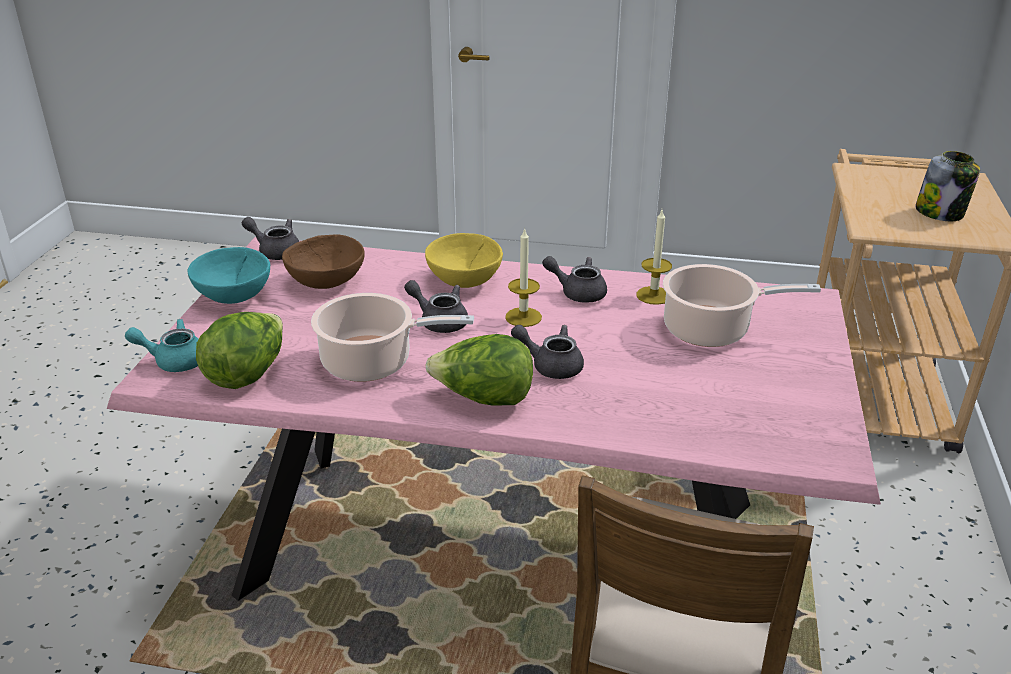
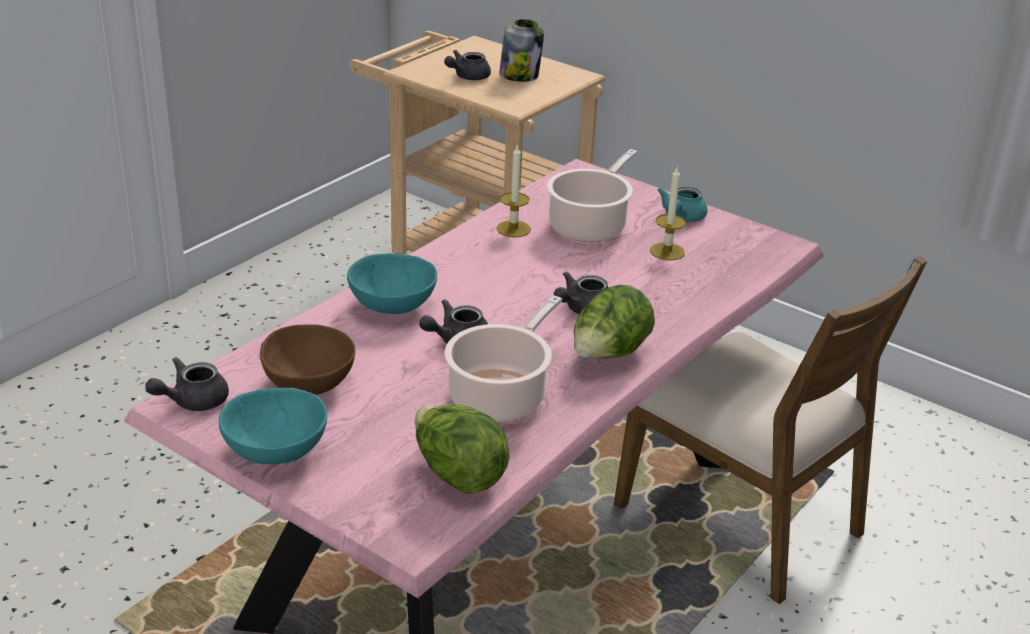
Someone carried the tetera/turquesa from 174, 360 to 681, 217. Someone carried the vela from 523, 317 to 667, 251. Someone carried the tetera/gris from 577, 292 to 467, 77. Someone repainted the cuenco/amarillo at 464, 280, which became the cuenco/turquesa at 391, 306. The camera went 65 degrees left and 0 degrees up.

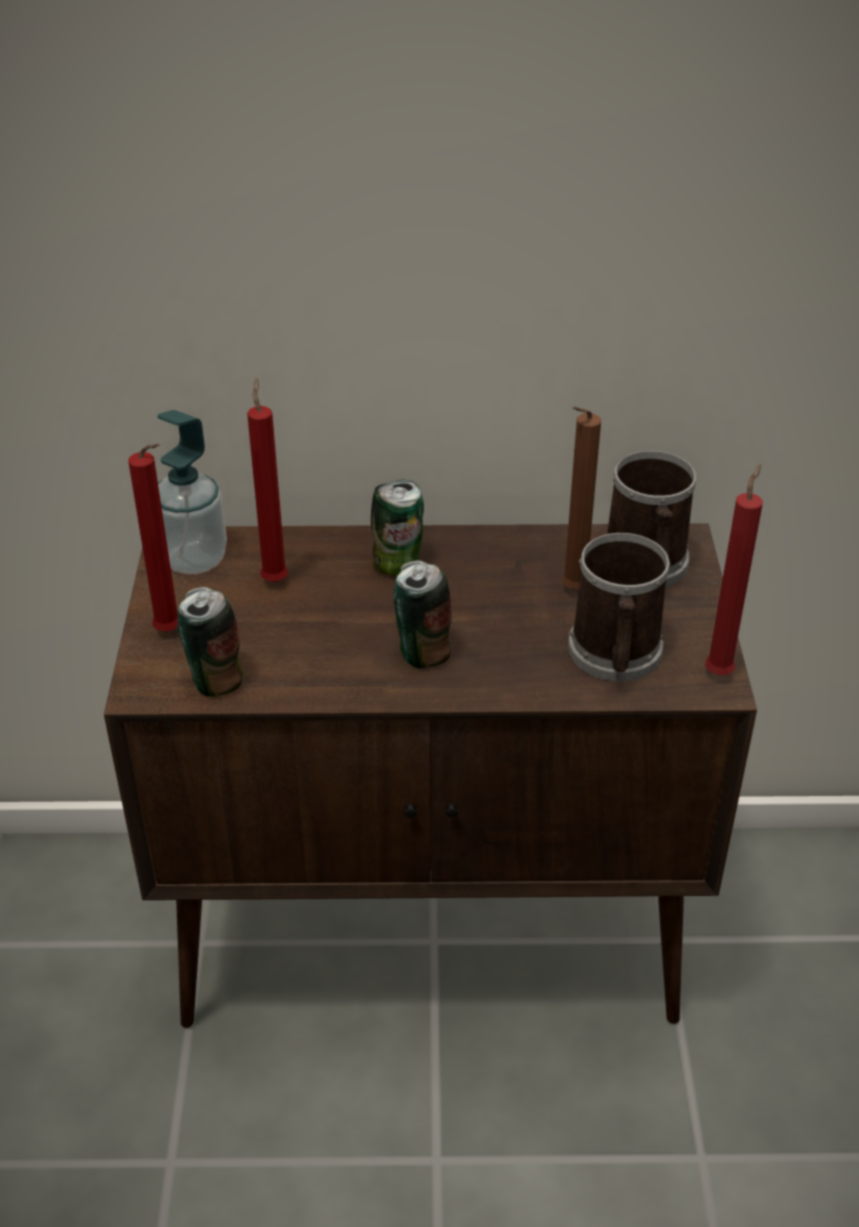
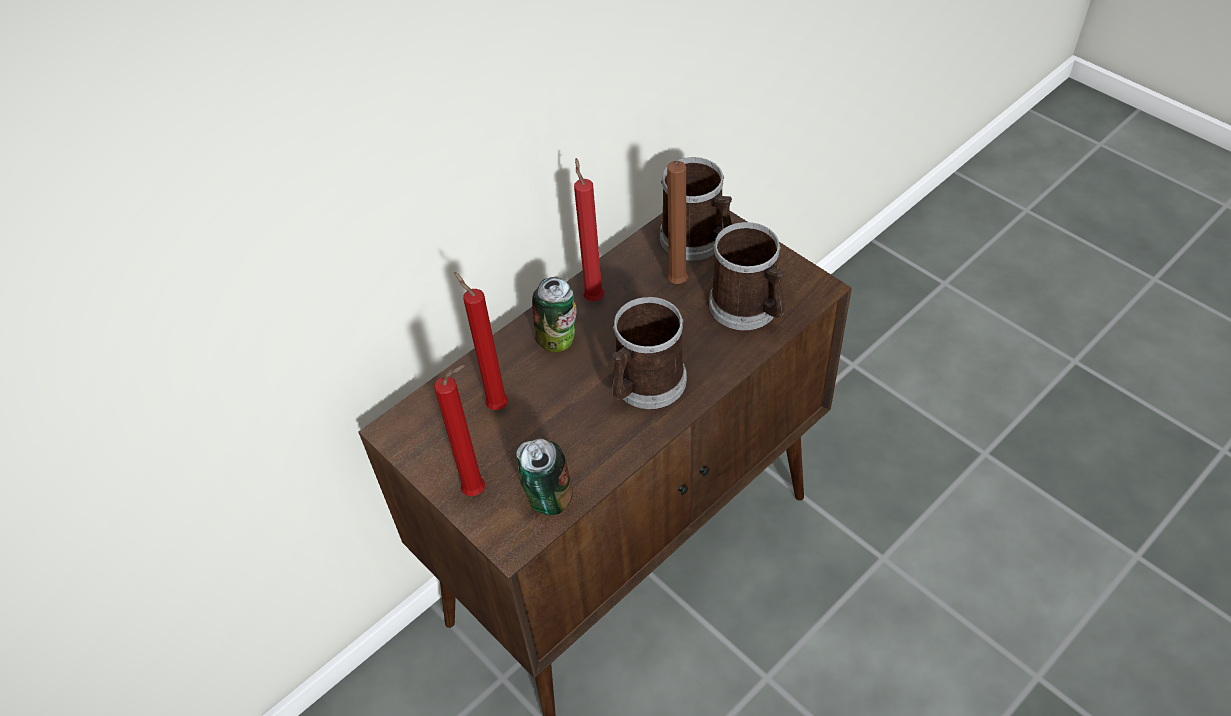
Someone took away the dispensador de jabón at 194, 559. Someone carried the vela/rojo from 720, 671 to 593, 297. Someone swapped the lata at 422, 652 for the taza grande at 644, 385. The camera went 40 degrees left and 10 degrees up.

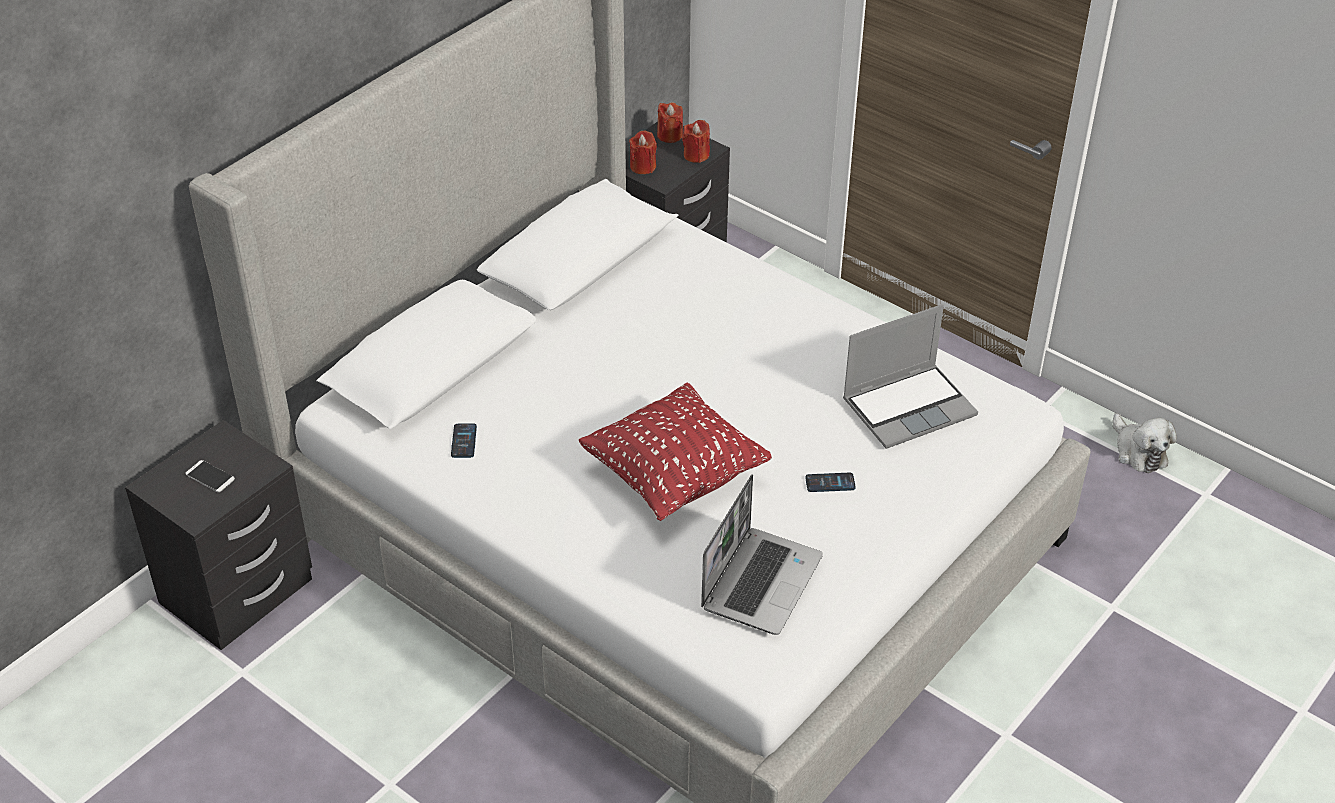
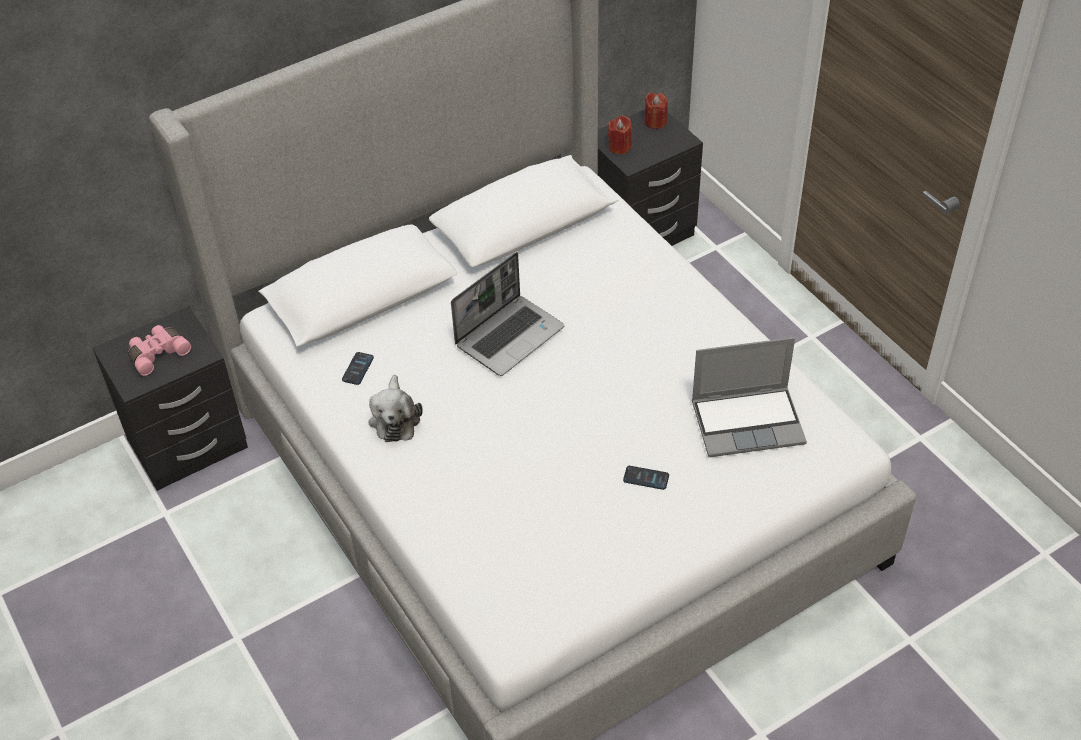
Someone took away the cojín/rojo at 674, 477. Someone took away the vela/rojo at 696, 155. Someone carried the portátil from 761, 581 to 510, 335. Someone carried the peluche from 1138, 451 to 395, 418. Someone swapped the móvil at 210, 477 for the prismáticos/rosa at 157, 353. The camera went 20 degrees right and 5 degrees up.

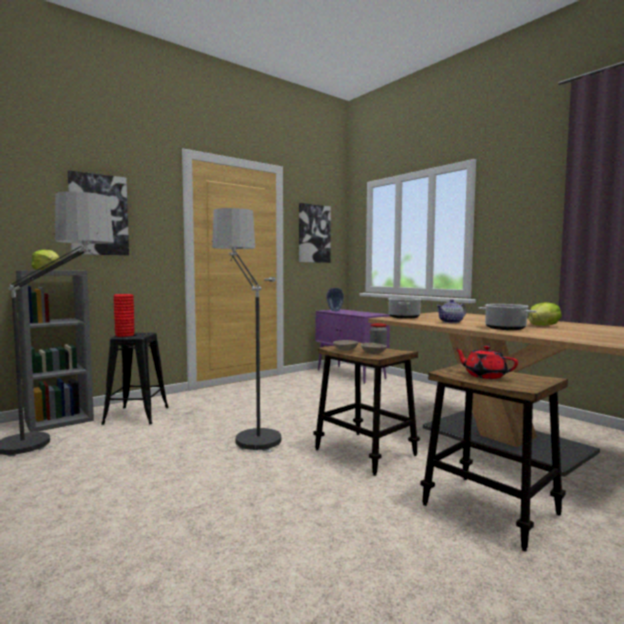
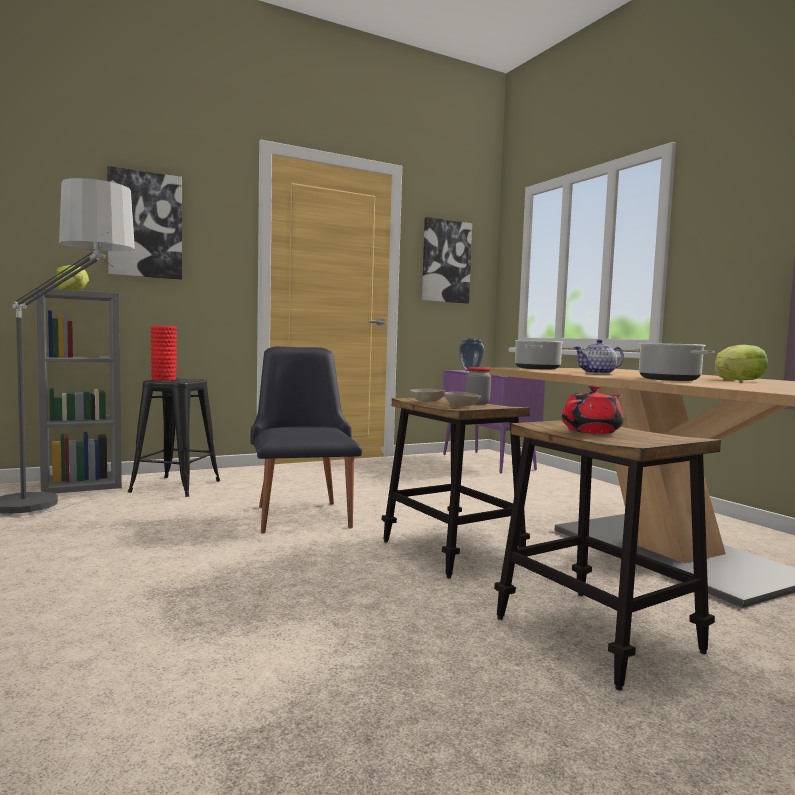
Someone swapped the lámpara de pie at 245, 431 for the silla/negro at 302, 513. Someone rotated the tetera/rojo at 484, 375 by 90 degrees clockwise. The camera went 10 degrees right and 0 degrees up.

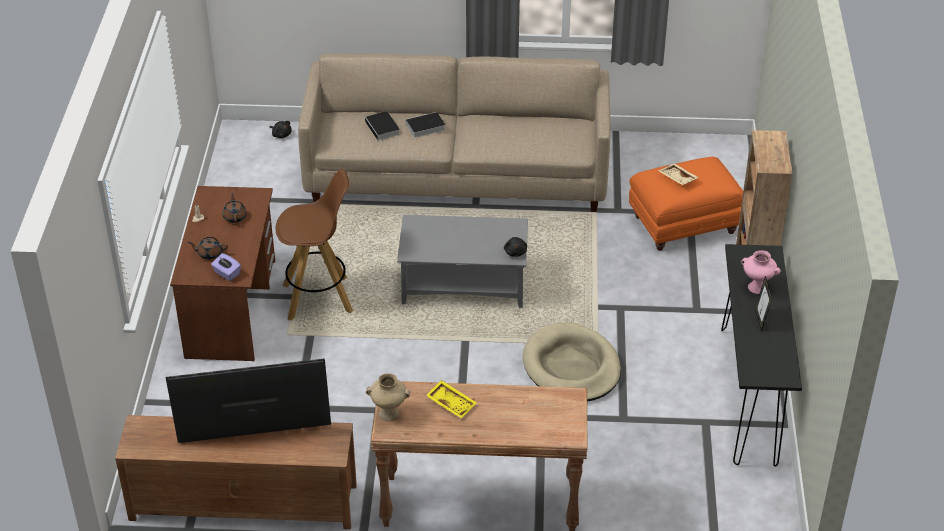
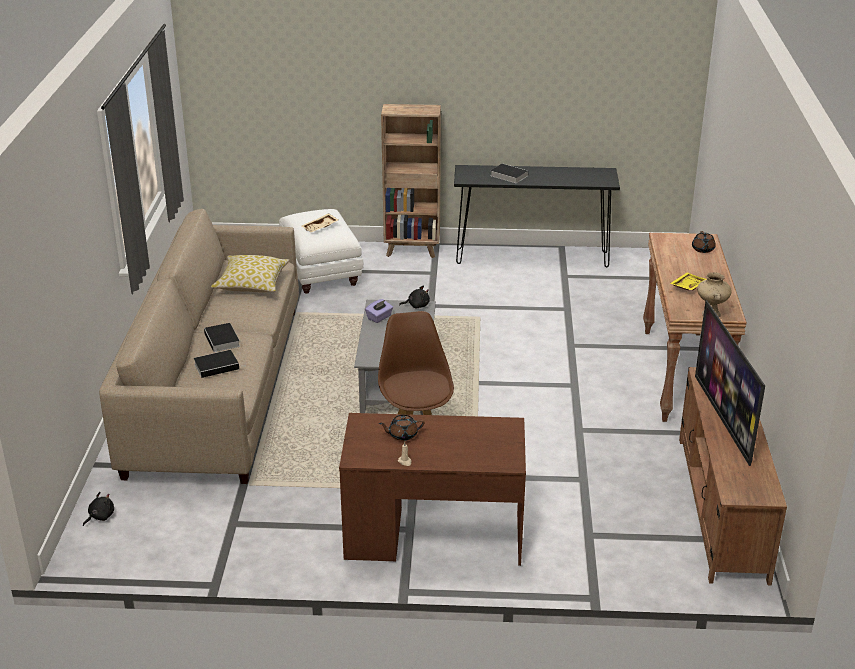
Someone took away the cama para perro/beis at 571, 367. Someone took away the portarretratos at 760, 319. Someone put down the cojín at 251, 284. Someone carried the tetera/marrón from 209, 254 to 703, 249. Someone carried the caja de pañuelos/morado from 226, 273 to 379, 317. Someone swapped the florero/rosa at 756, 288 for the libro at 507, 175. Someone repainted the puf/naranja at 683, 225, which became the puf/blanco at 321, 273. The camera went 90 degrees left and 10 degrees down.

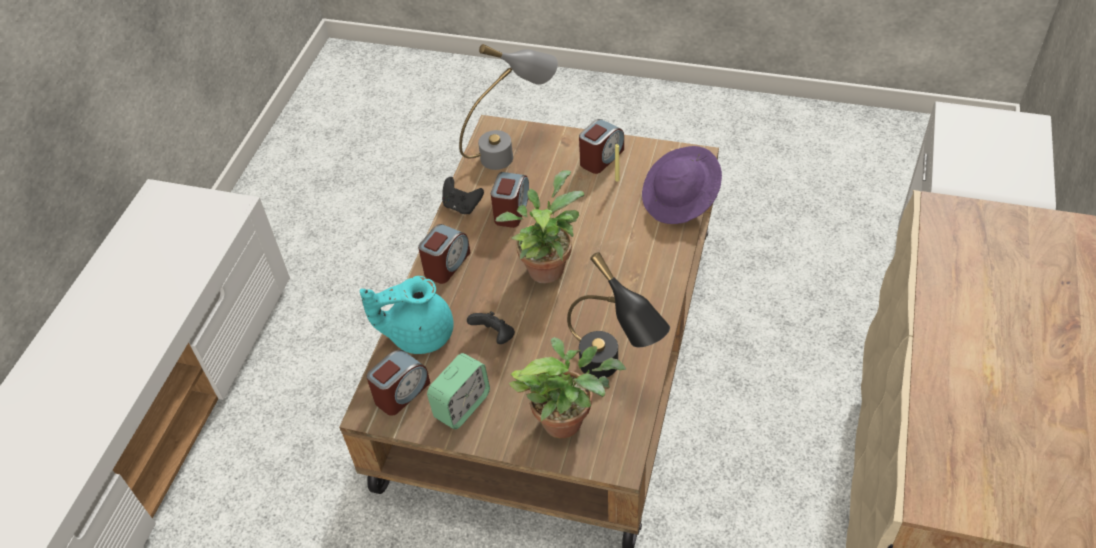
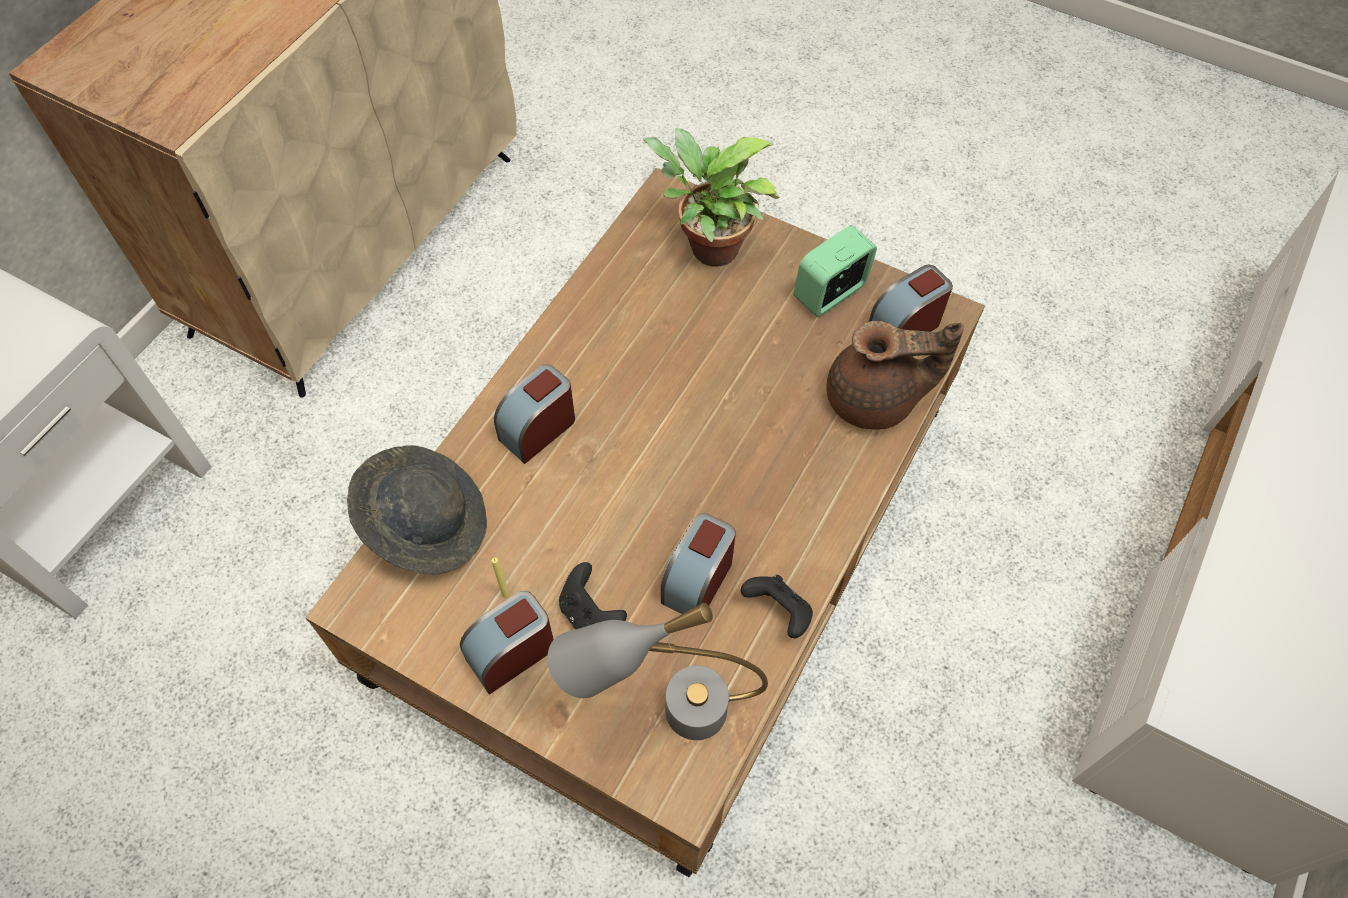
Someone took away the planta en maceta at 546, 266. Someone took away the lámpara de mesa/negro at 613, 374. Someone carried the despertador from 446, 264 to 538, 429. Someone carried the mando de consola/negro from 494, 336 to 590, 614. Someone repainted the tetera/turquesa at 418, 334, which became the tetera/marrón at 875, 400. Someone repainted the sombrero/morado at 680, 200, which became the sombrero/gris at 425, 522. The camera went 170 degrees left and 10 degrees up.

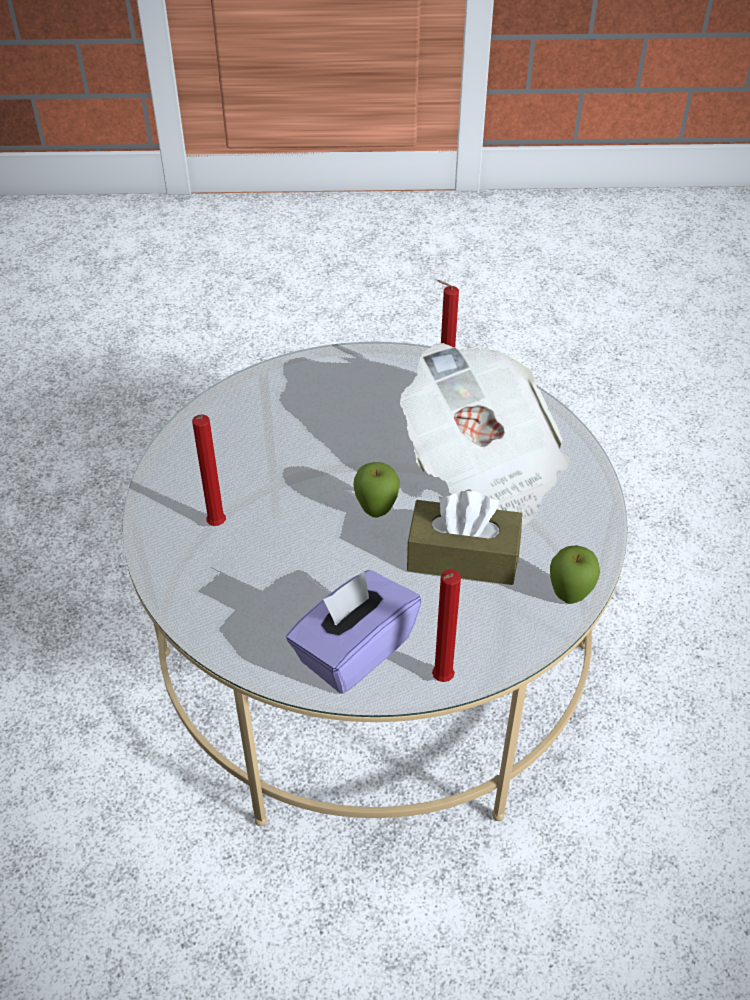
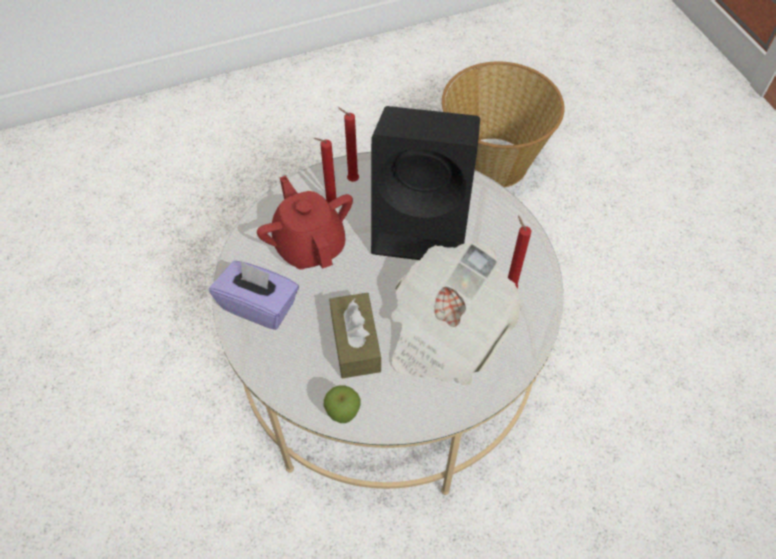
Someone took away the manzana at 376, 512. Someone put down the tetera/rojo at 310, 245. Someone put down the altavoz/negro at 424, 224. Someone put down the cesta at 492, 161. Someone carried the vela/rojo from 441, 681 to 351, 180. The camera went 70 degrees right and 10 degrees up.

